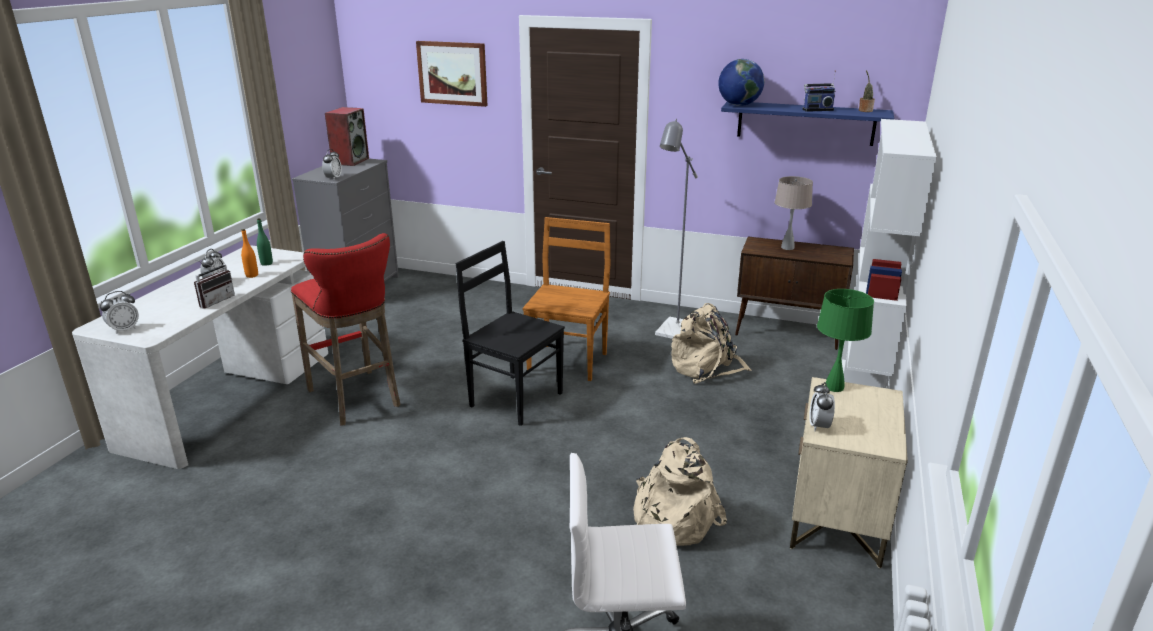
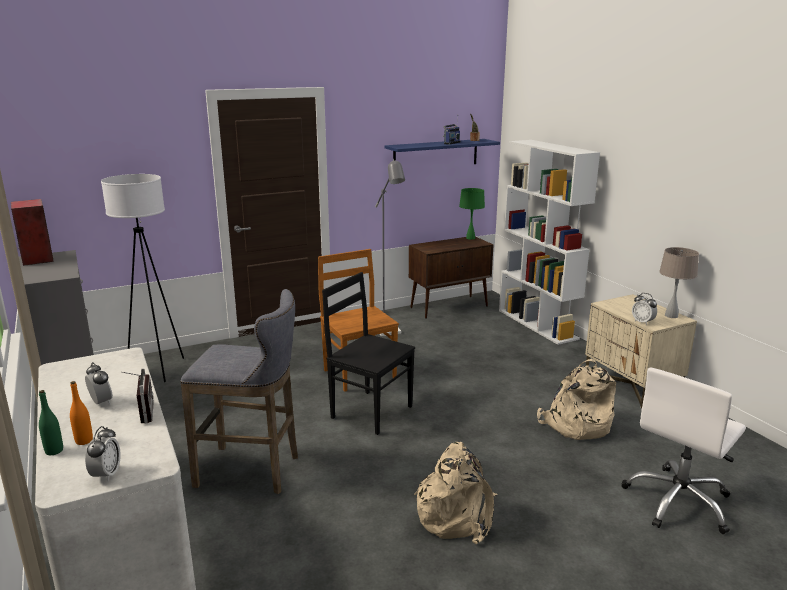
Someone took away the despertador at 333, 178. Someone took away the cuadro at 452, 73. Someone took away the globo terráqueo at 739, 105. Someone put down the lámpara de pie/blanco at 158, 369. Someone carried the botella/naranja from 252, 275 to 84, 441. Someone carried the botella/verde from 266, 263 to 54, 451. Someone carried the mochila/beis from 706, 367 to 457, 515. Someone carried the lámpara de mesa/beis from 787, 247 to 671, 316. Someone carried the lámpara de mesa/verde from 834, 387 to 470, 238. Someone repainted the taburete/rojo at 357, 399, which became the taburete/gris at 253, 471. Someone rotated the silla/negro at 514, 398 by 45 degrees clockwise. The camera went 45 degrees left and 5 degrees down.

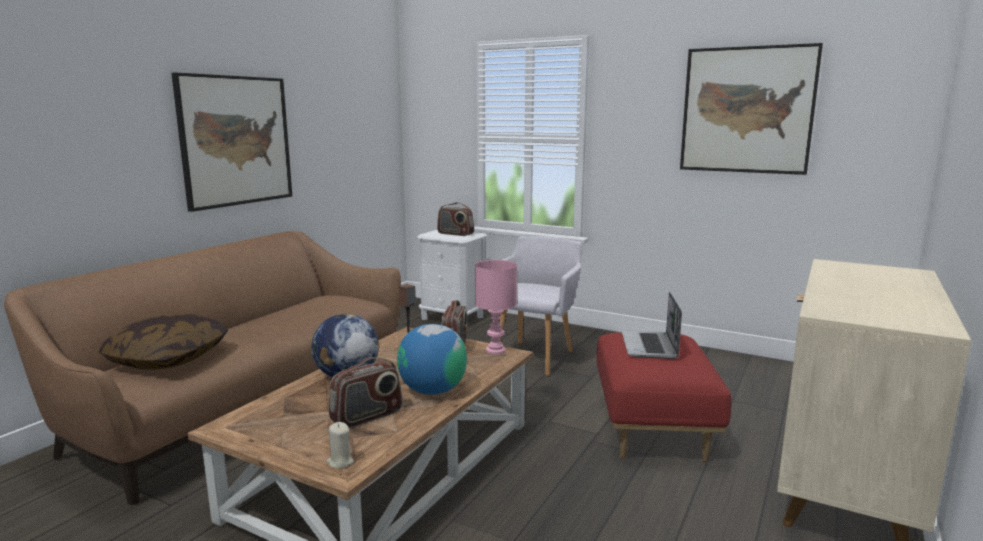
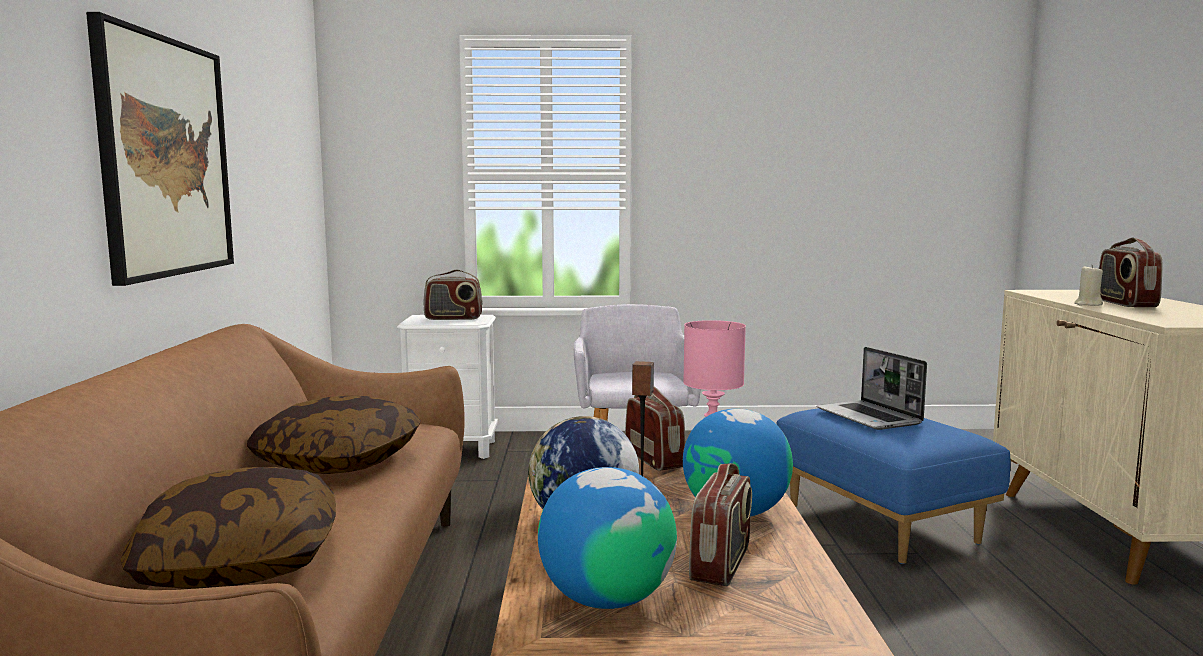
Someone took away the cuadro at 747, 110. Someone put down the cojín at 339, 461. Someone put down the globo terráqueo at 606, 599. Someone put down the radio at 1125, 303. Someone carried the vela/beis from 340, 462 to 1088, 304. Someone repainted the puf/rojo at 654, 428, which became the puf/azul at 882, 524. The camera went 30 degrees left and 5 degrees down.

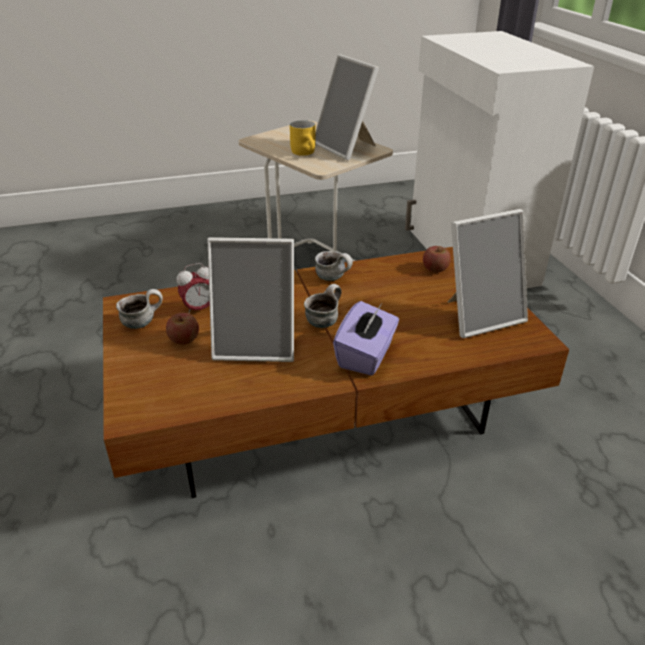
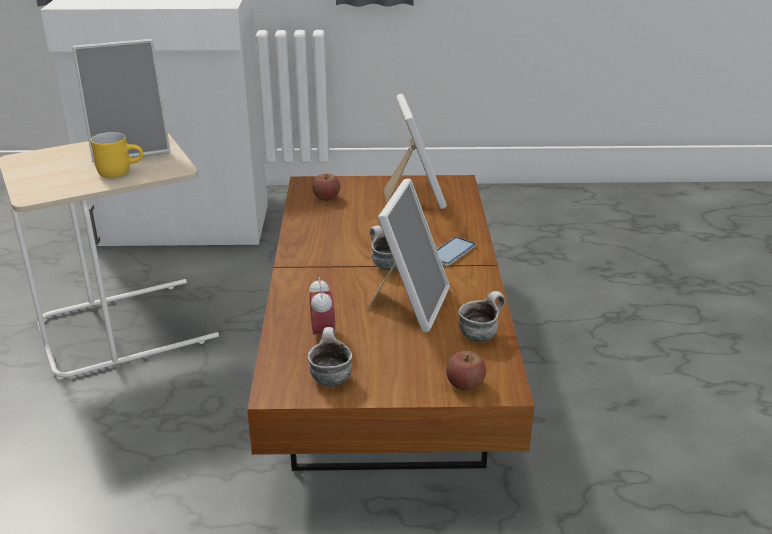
Someone carried the manzana from 184, 339 to 465, 384. Someone carried the taza grande from 334, 278 to 480, 333. Someone swapped the caja de pañuelos/morado at 366, 356 for the móvil at 451, 253. The camera went 75 degrees left and 5 degrees down.

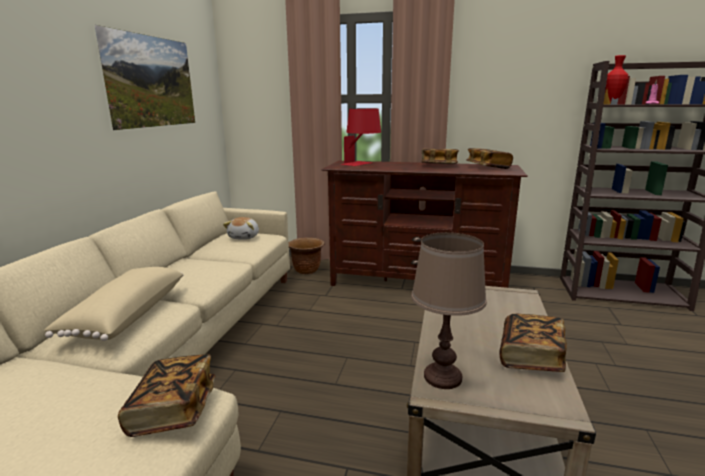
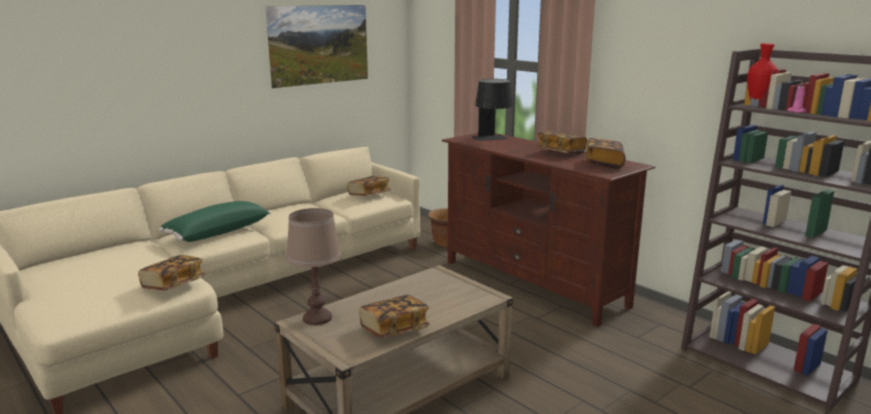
Someone swapped the peluche at 244, 237 for the libro at 369, 195. Someone repainted the cojín/beis at 125, 315, which became the cojín/verde at 217, 232. Someone repainted the lámpara de mesa/rojo at 362, 164, which became the lámpara de mesa/negro at 492, 139. The camera went 35 degrees right and 0 degrees up.

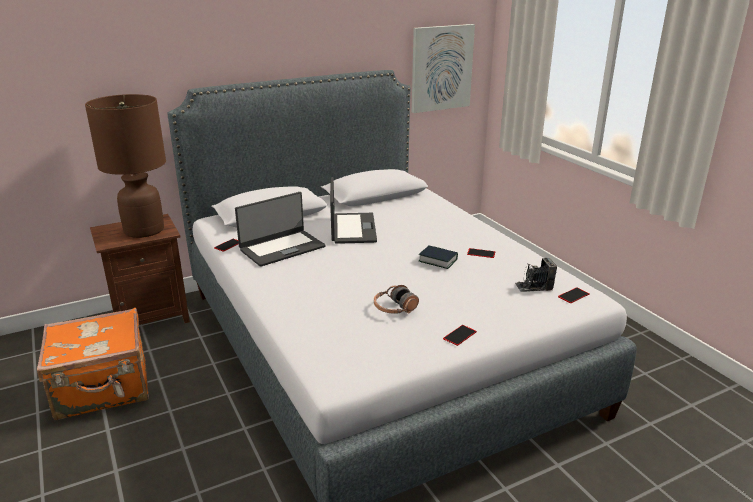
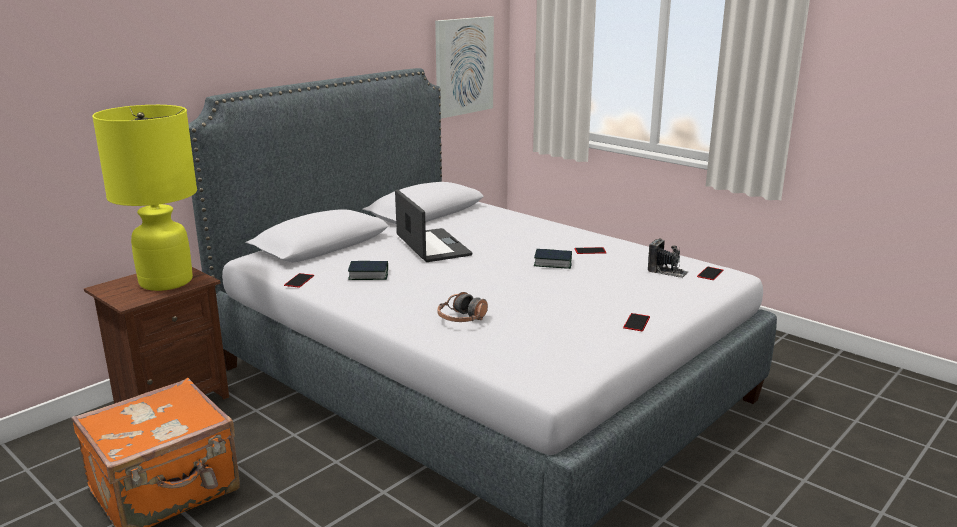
Someone carried the auriculares from 395, 308 to 462, 319. Someone swapped the portátil at 281, 248 for the libro at 368, 274. Someone repainted the lámpara de mesa/marrón at 144, 230, which became the lámpara de mesa/amarillo at 166, 282. Someone rotated the cámara at 534, 286 by 120 degrees counterclockwise. The camera went 20 degrees left and 5 degrees down.

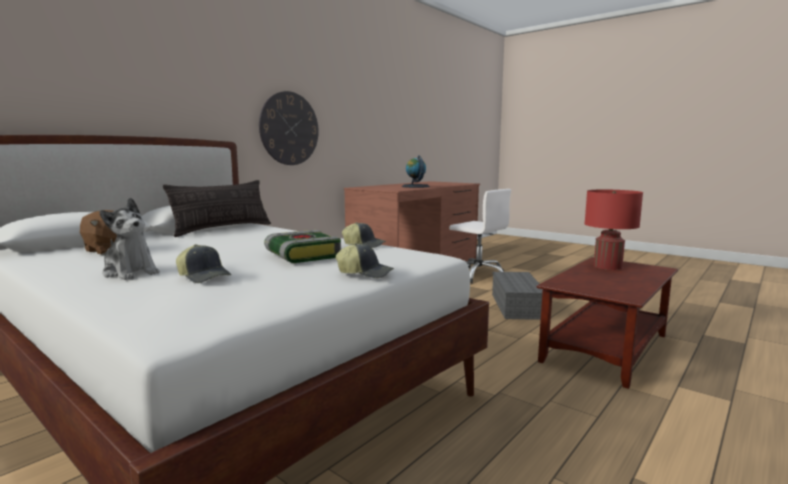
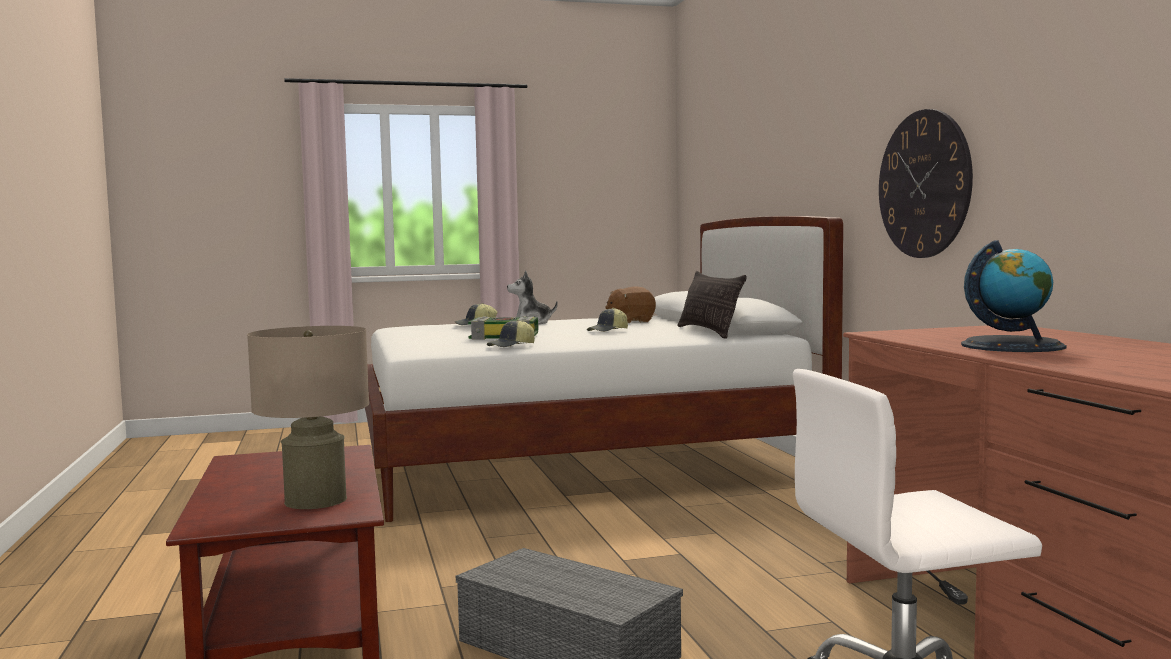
Someone carried the gorra from 365, 273 to 608, 331. Someone repainted the lámpara de mesa/rojo at 607, 266, which became the lámpara de mesa/beis at 316, 500. The camera went 125 degrees right and 5 degrees down.

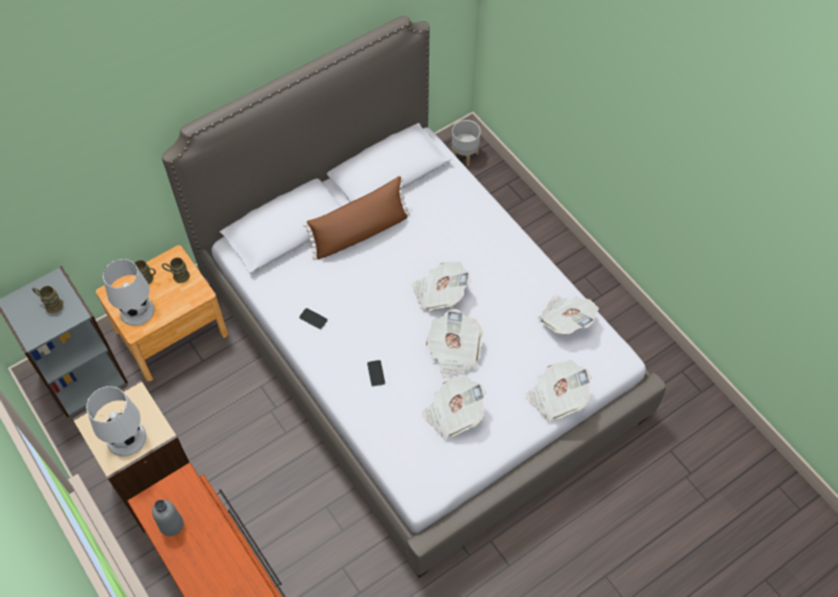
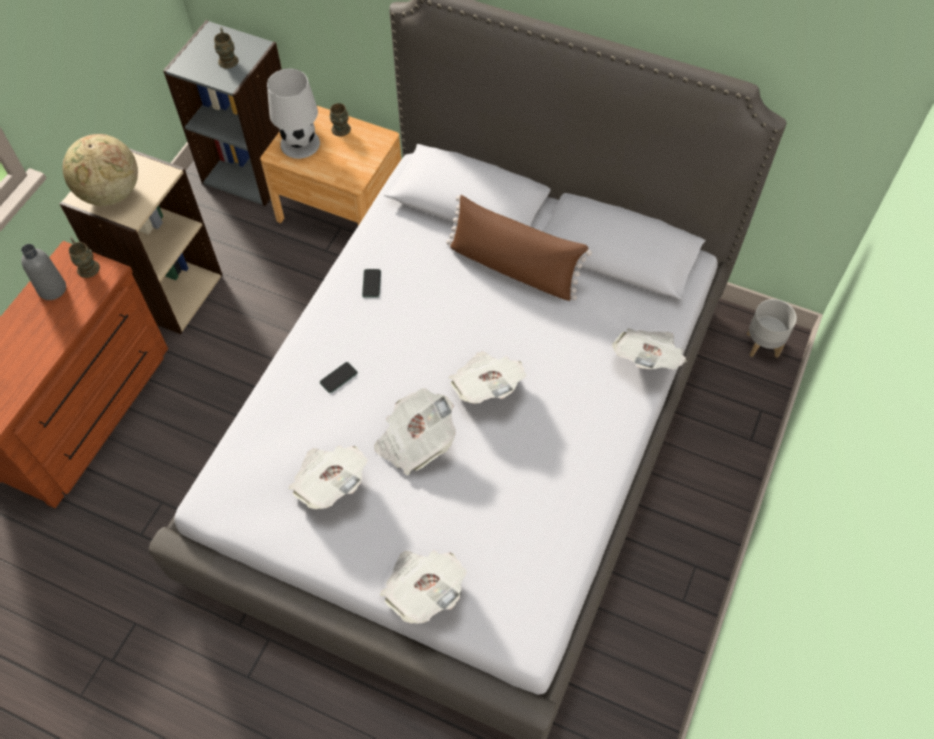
Someone carried the taza grande/marrón from 177, 276 to 86, 265. Someone carried the periódico from 566, 320 to 648, 359. Someone swapped the lámpara de mesa/blanco at 126, 438 for the globo terráqueo at 111, 193. The camera went 60 degrees right and 0 degrees up.

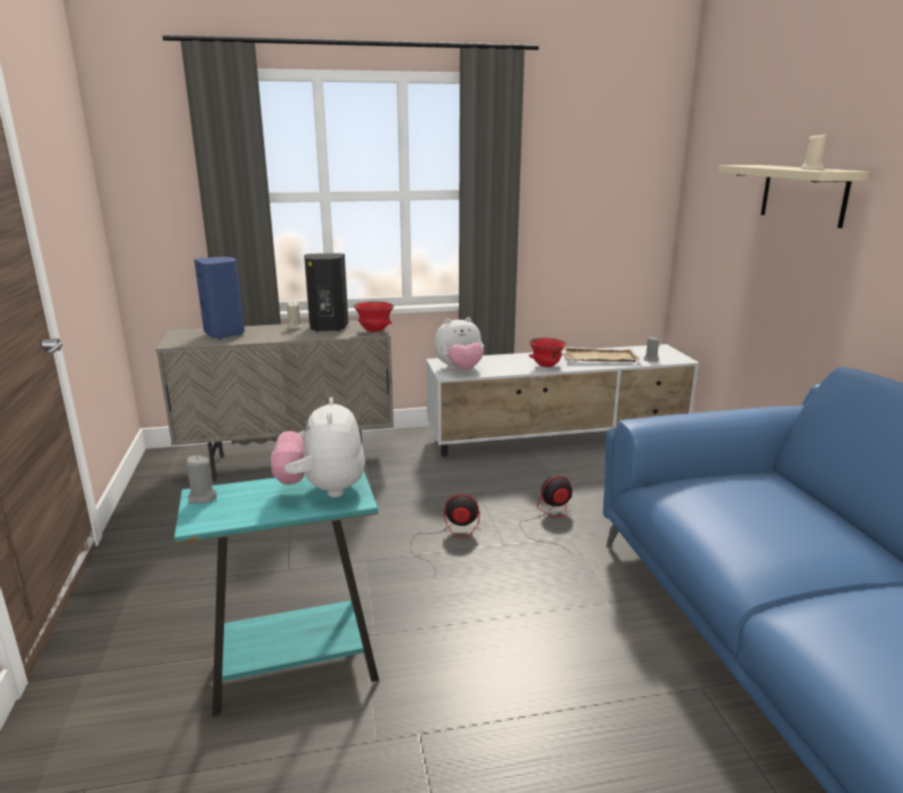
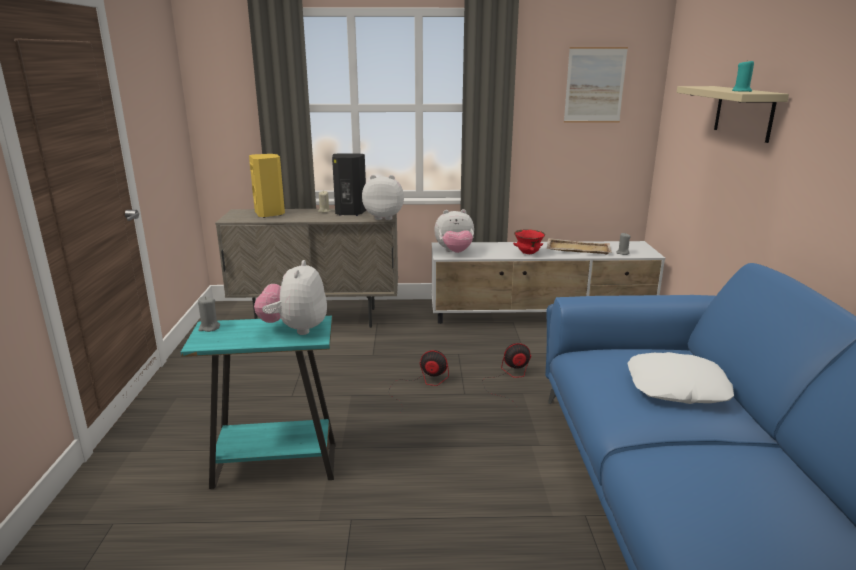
Someone put up the cuadro at 594, 85. Someone put down the cojín/blanco at 676, 388. Someone swapped the cuenco/rojo at 374, 331 for the peluche at 384, 217. Someone repainted the altavoz/azul at 225, 334, which became the altavoz/amarillo at 270, 214. Someone repainted the vela/beis at 812, 169, which became the vela/turquesa at 741, 91. The camera went 10 degrees right and 0 degrees up.

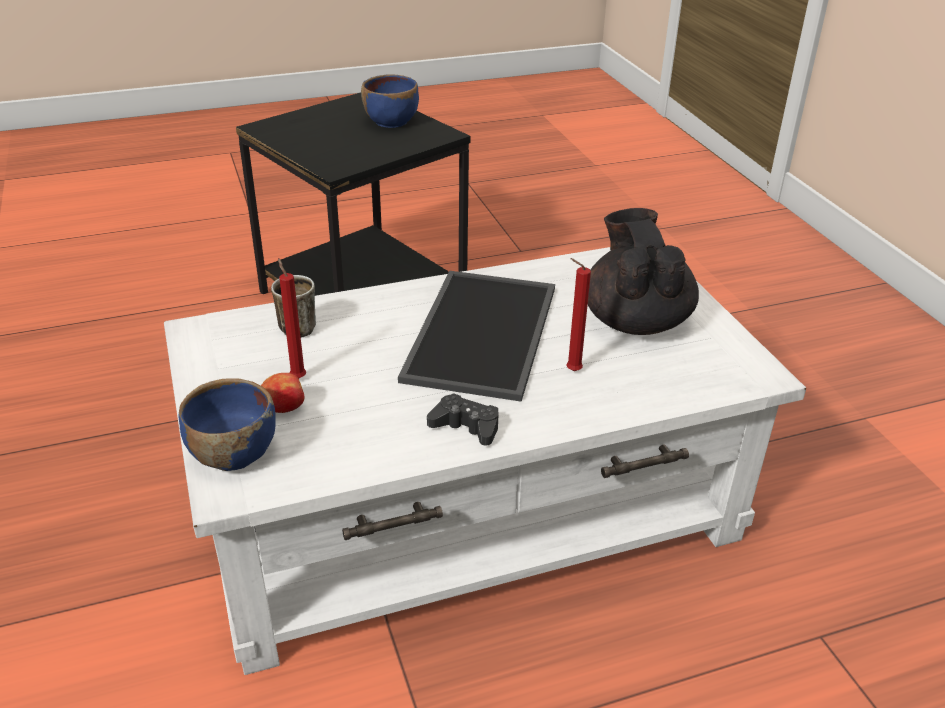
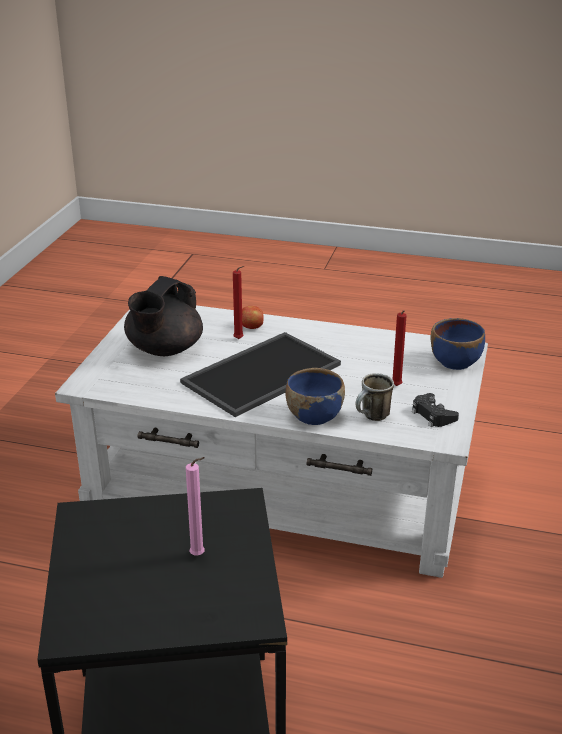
Someone put down the vela/rosa at 199, 555. Someone carried the manzana from 283, 408 to 252, 327. Someone carried the cuenco/azul from 391, 121 to 314, 416. Someone carried the mando de consola/negro from 466, 426 to 433, 415. The camera went 145 degrees left and 5 degrees down.

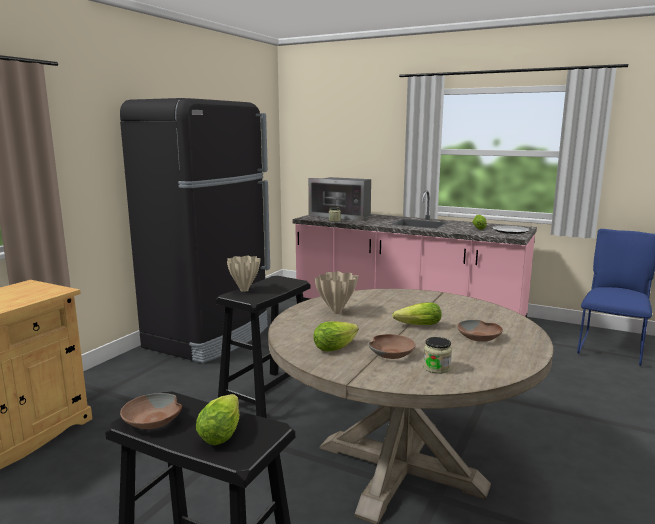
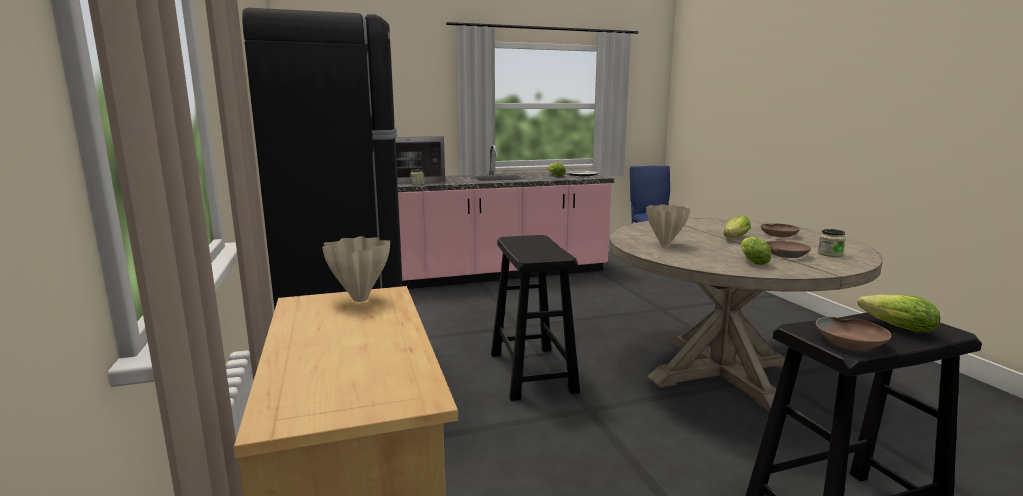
Someone carried the florero/beis from 245, 290 to 360, 299. The camera went 45 degrees left and 0 degrees up.

